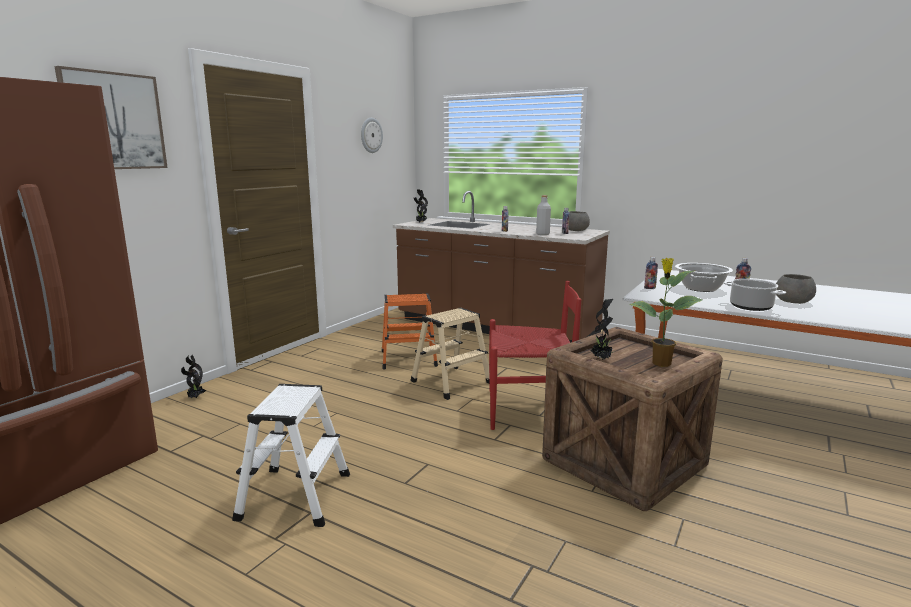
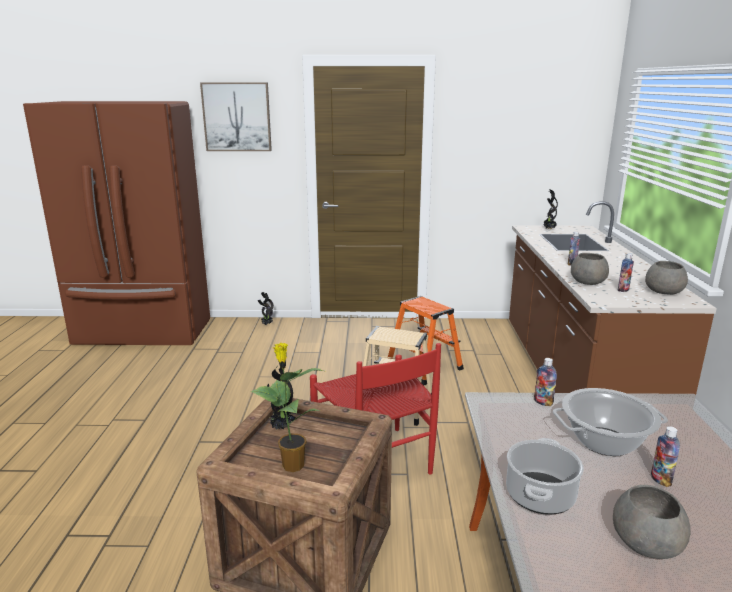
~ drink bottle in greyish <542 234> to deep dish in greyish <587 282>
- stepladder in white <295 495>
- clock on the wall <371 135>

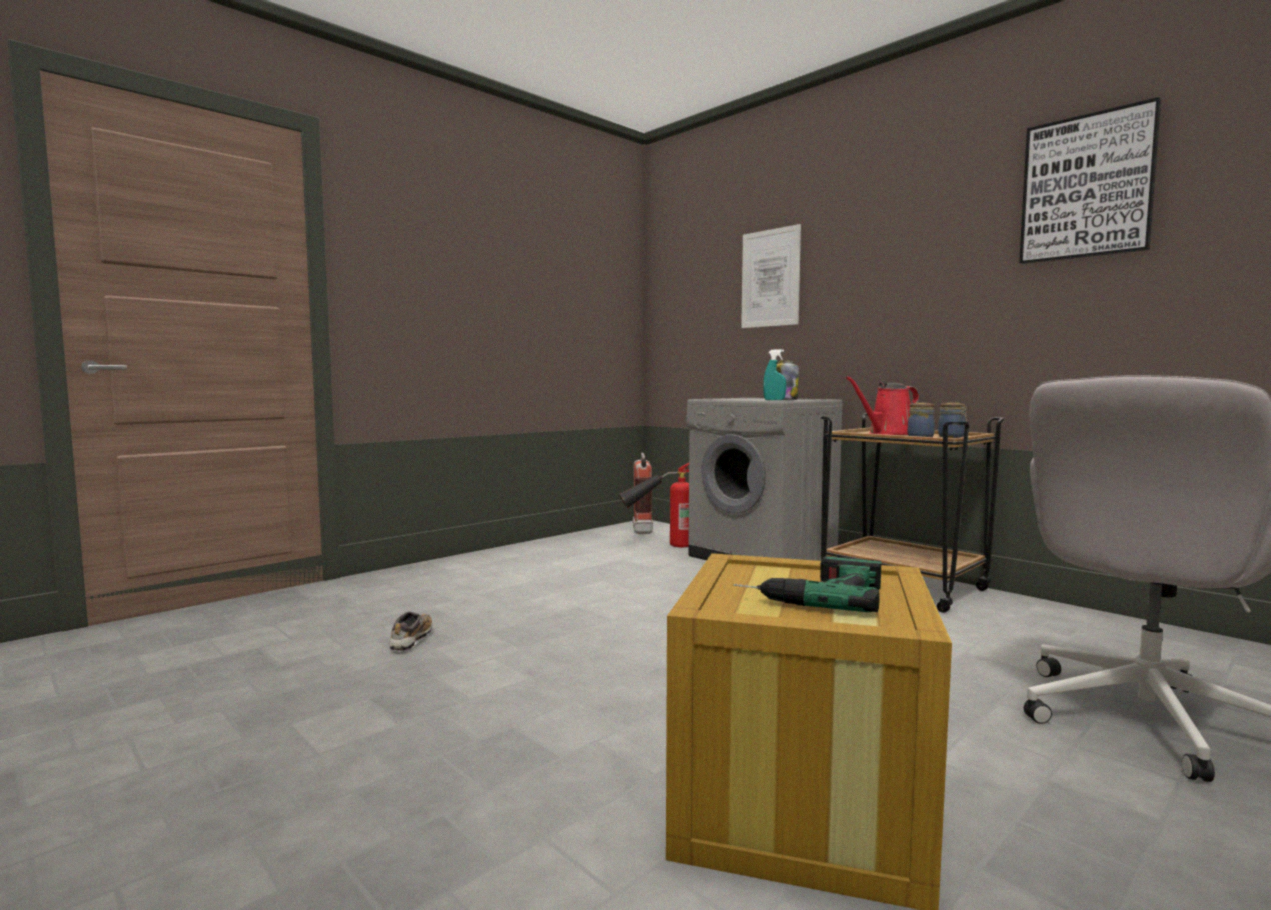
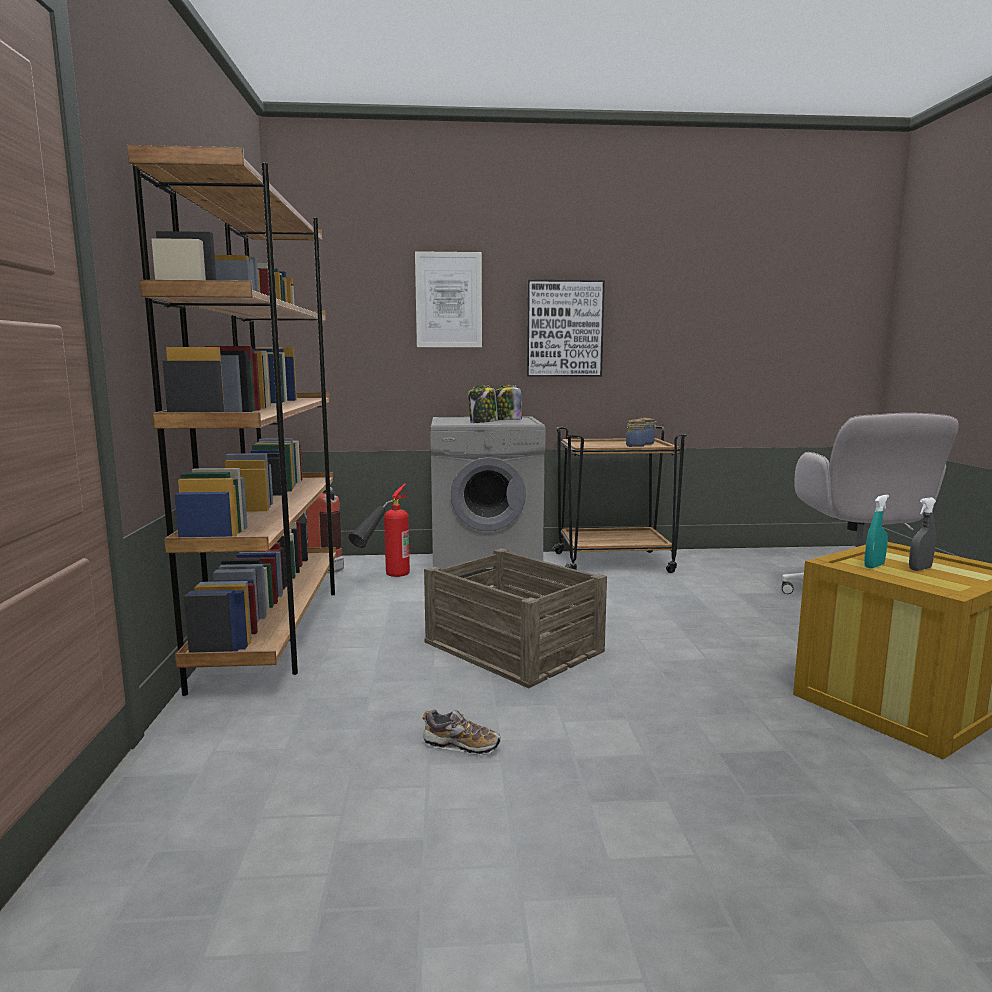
+ bookshelf in brownish <275 629>
~ item of footwear <411 640> = <461 746> 150 degrees clockwise
+ crate <513 646>
+ storage jar <483 422>
~ picture <1087 187> to <564 329>
~ sprayer in blue-green <774 400> to <874 566>
~ electric drill <809 593> to sprayer in greyish <920 569>
- watering can in red <888 434>

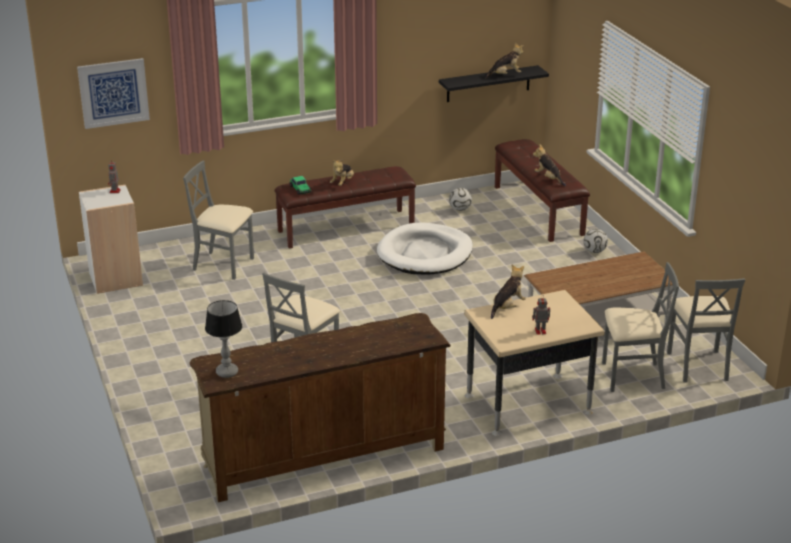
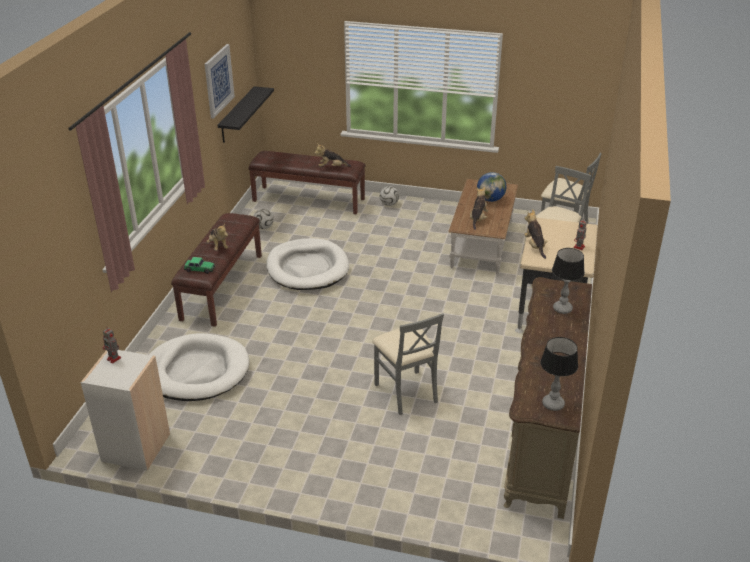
~ upright chair in greyish <224 265> to dog bed in white <196 371>
~ picture <113 93> to <218 80>
~ plush toy <505 75> to <478 219>
+ desk globe <490 199>
+ table lamp <562 308>

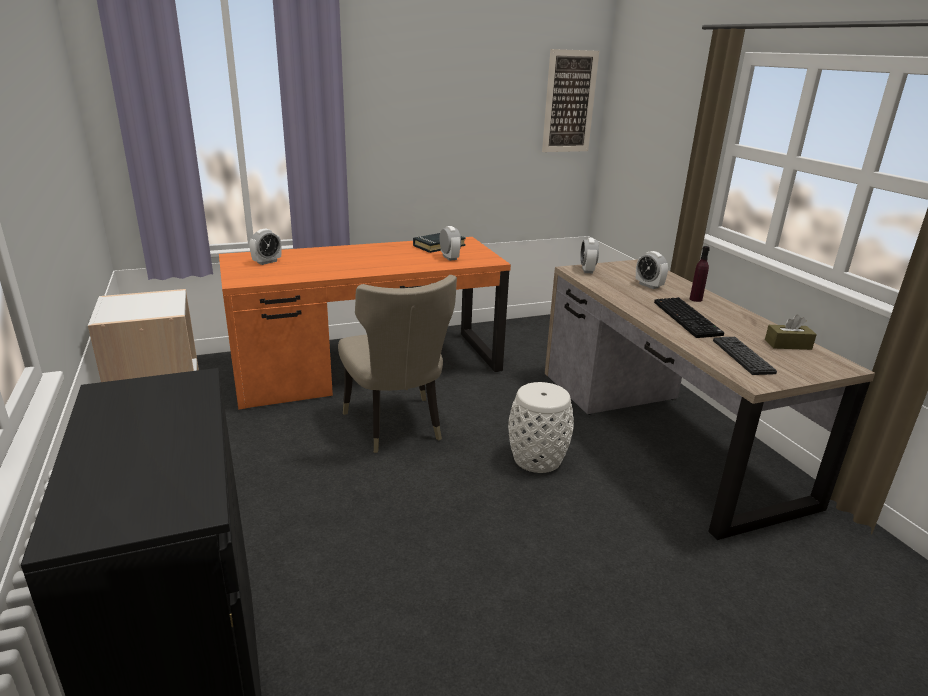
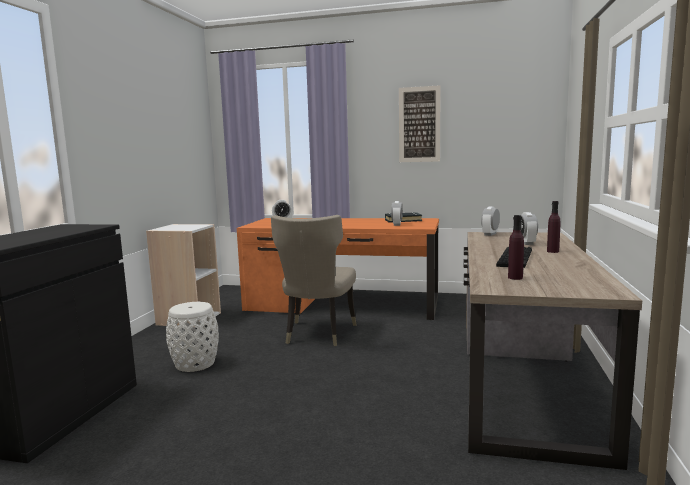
~ stool seat in white <537 459> to <195 364>
~ picture <569 102> to <419 124>
~ computer keyboard <743 356> to drink bottle in purplish <515 277>
- tissue box in brownish <788 344>

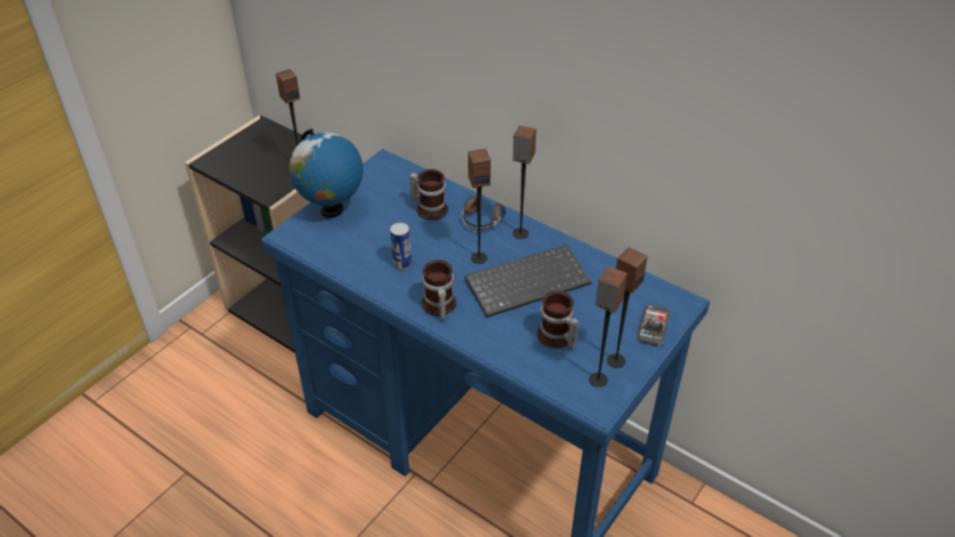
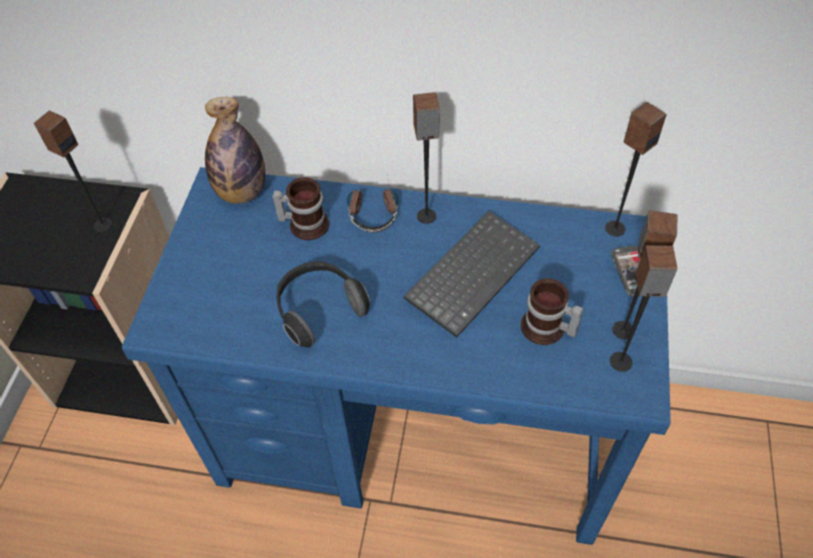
+ drink bottle <242 193>
~ metal can <402 264> to pair of headphones <319 310>
~ loudspeaker <479 258> to <614 228>
- desk globe <331 210>
- coffee mug <438 306>

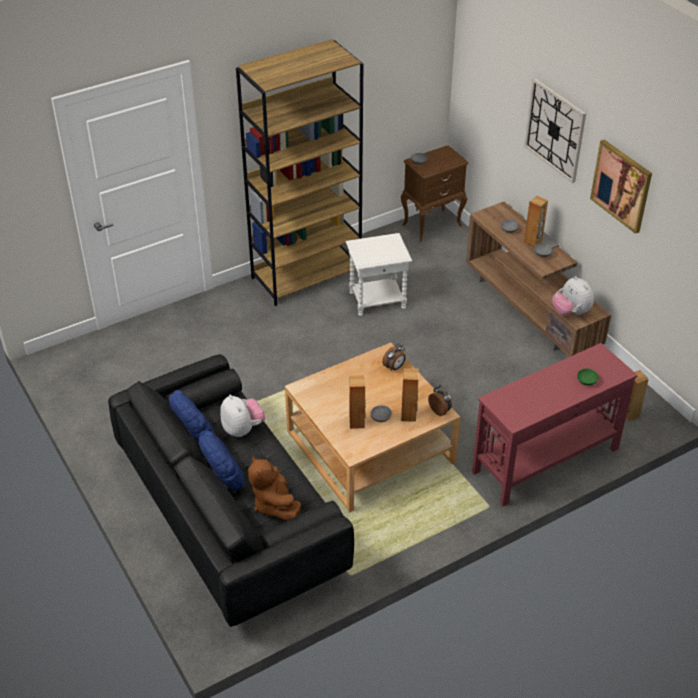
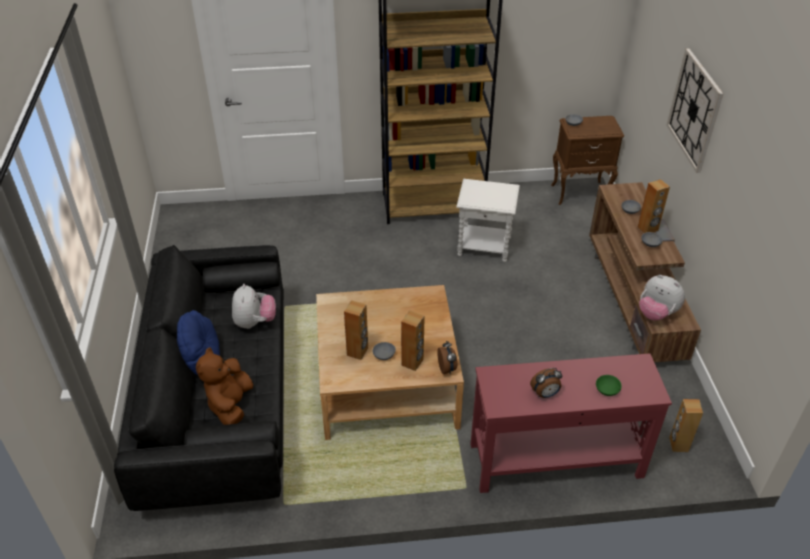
~ table clock <394 367> to <545 394>
~ plush toy <571 312> = <656 313> 45 degrees counterclockwise
- cushion in blue <194 436>
- picture <621 185>

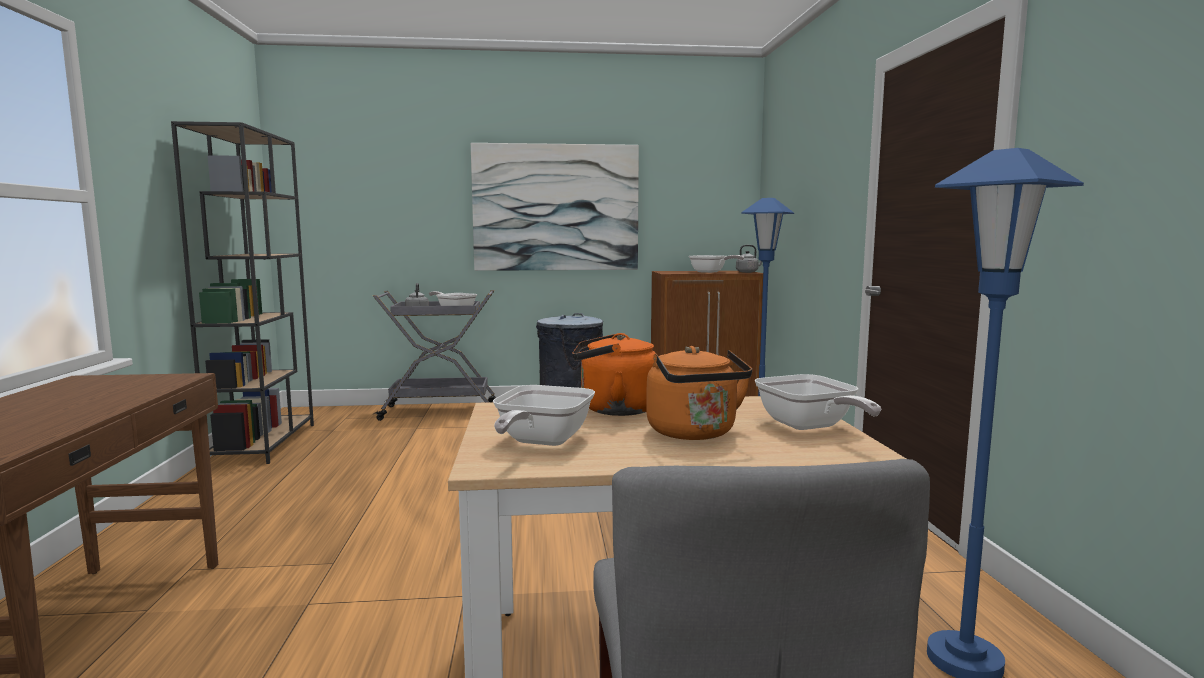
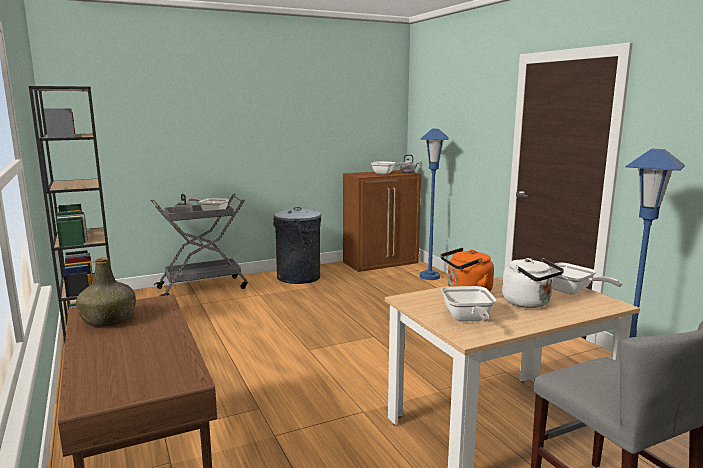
+ drink bottle in green-coloured <109 320>
~ water kettle in orange <694 433> to water kettle in white <529 303>
- picture <556 208>

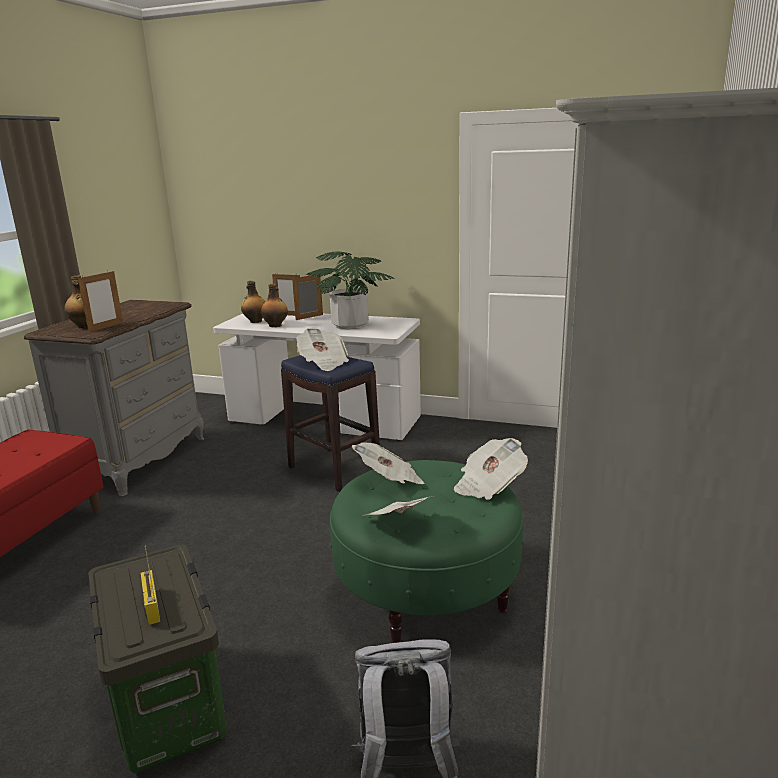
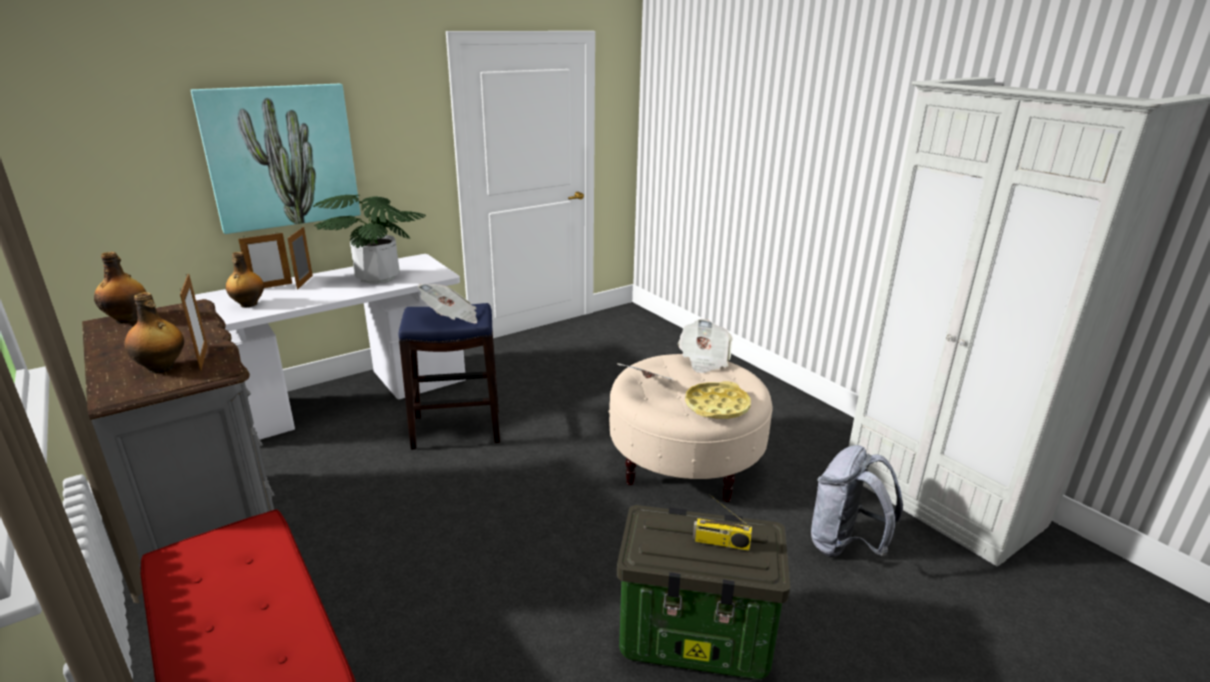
~ drink bottle <275 325> to <128 319>
+ picture <281 157>
~ pouffe in green-coloured <426 590> to pouffe in sand-coloured <684 463>
~ newspaper <399 523> to tray in yellow <717 406>

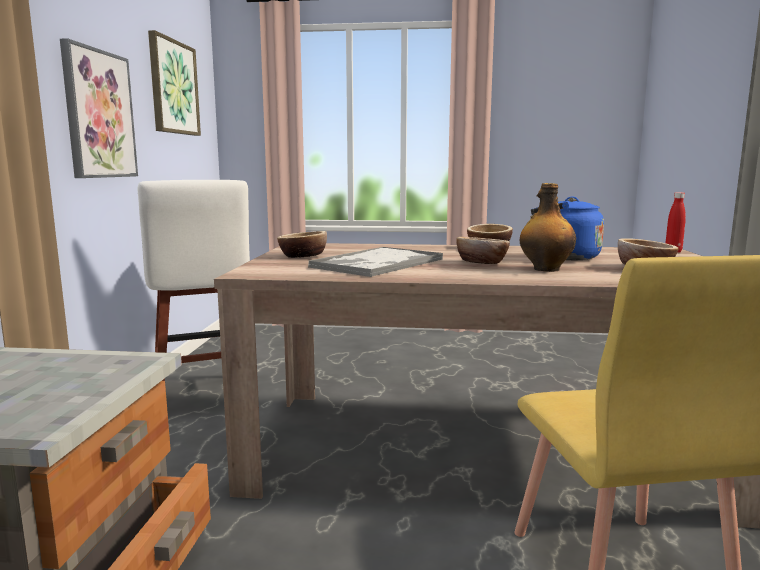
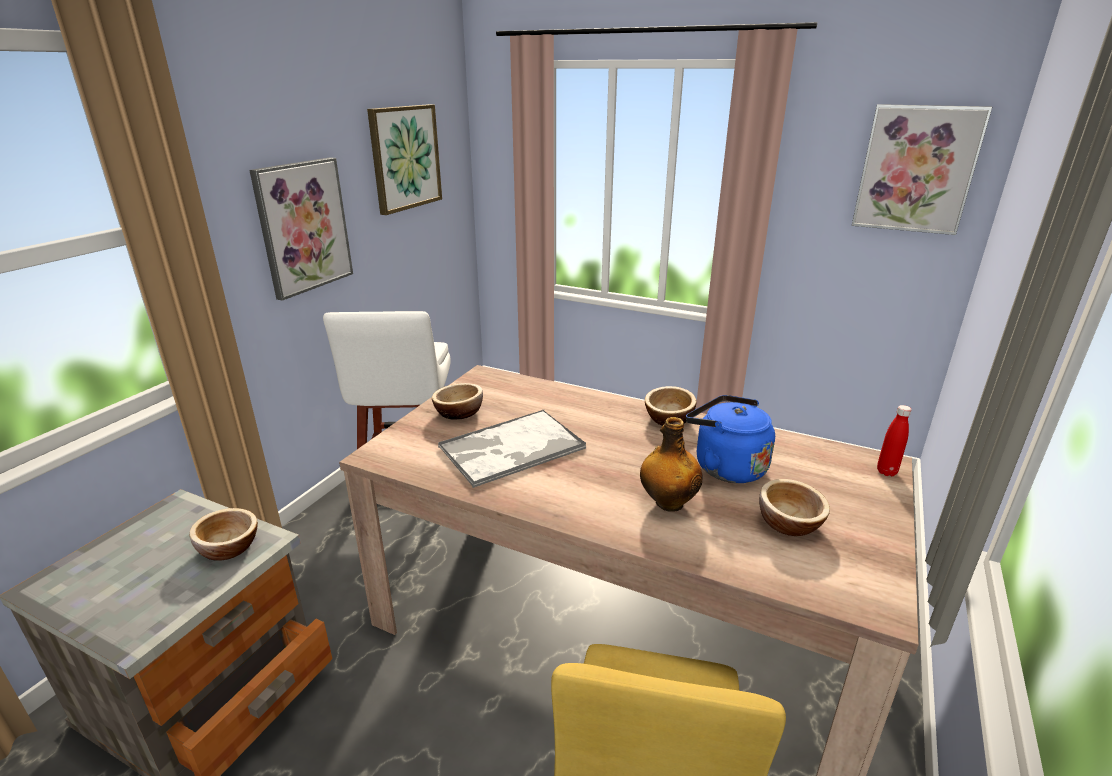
~ deep dish <481 263> to <229 547>
+ picture <916 169>

